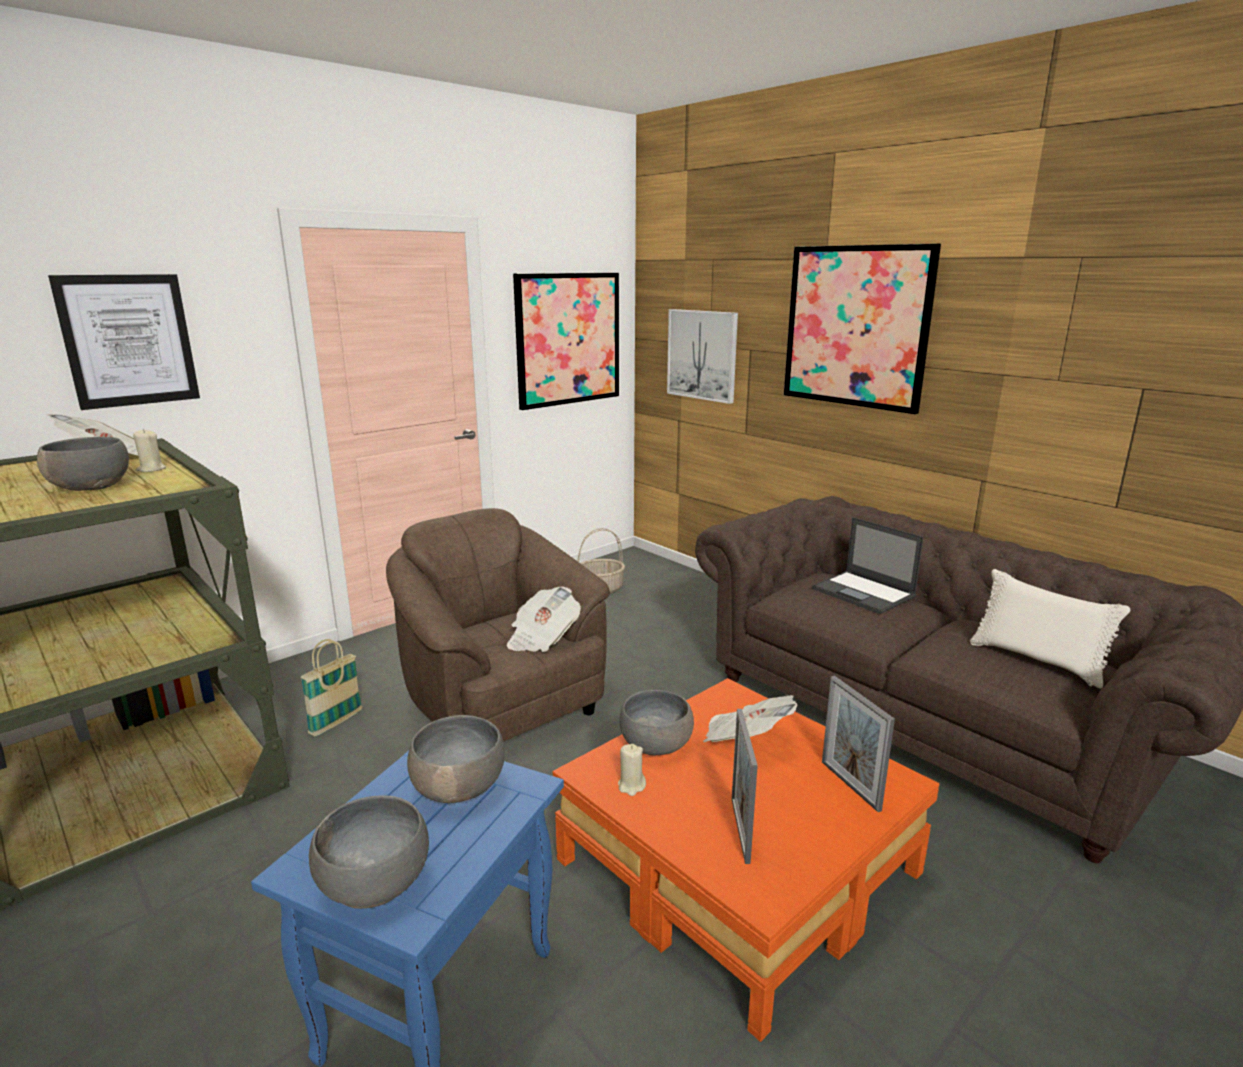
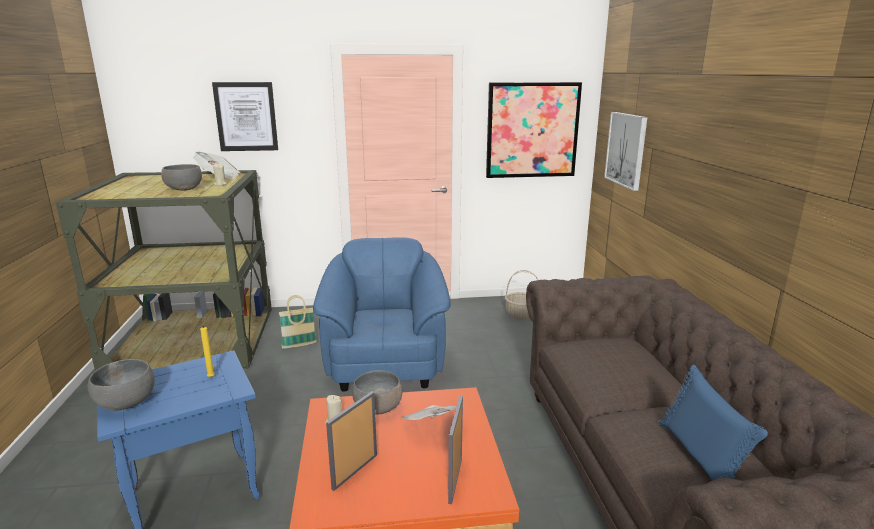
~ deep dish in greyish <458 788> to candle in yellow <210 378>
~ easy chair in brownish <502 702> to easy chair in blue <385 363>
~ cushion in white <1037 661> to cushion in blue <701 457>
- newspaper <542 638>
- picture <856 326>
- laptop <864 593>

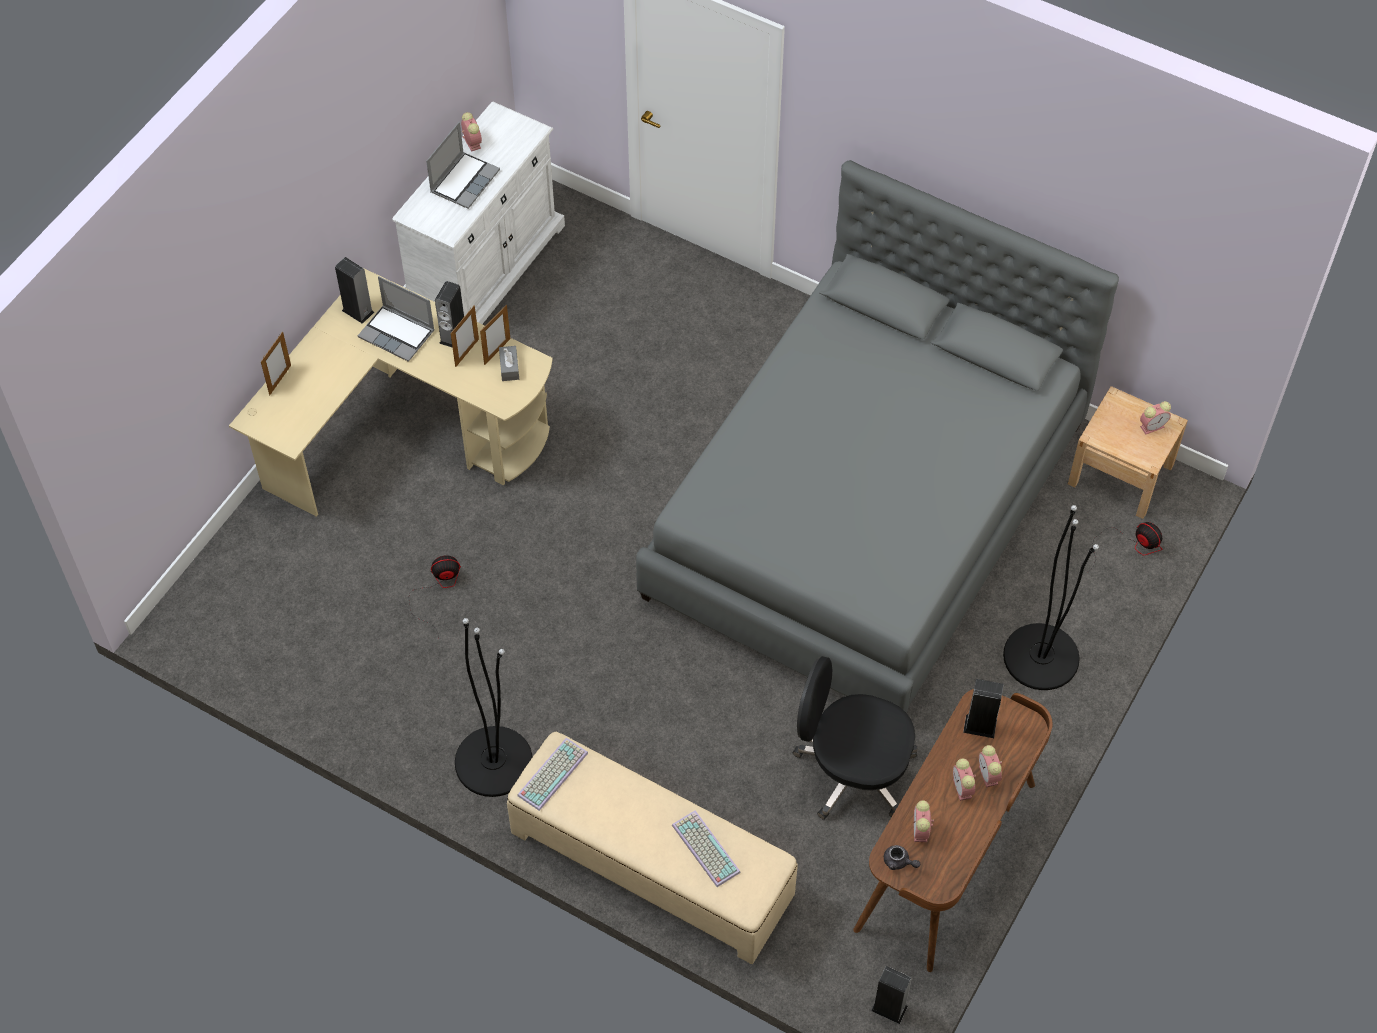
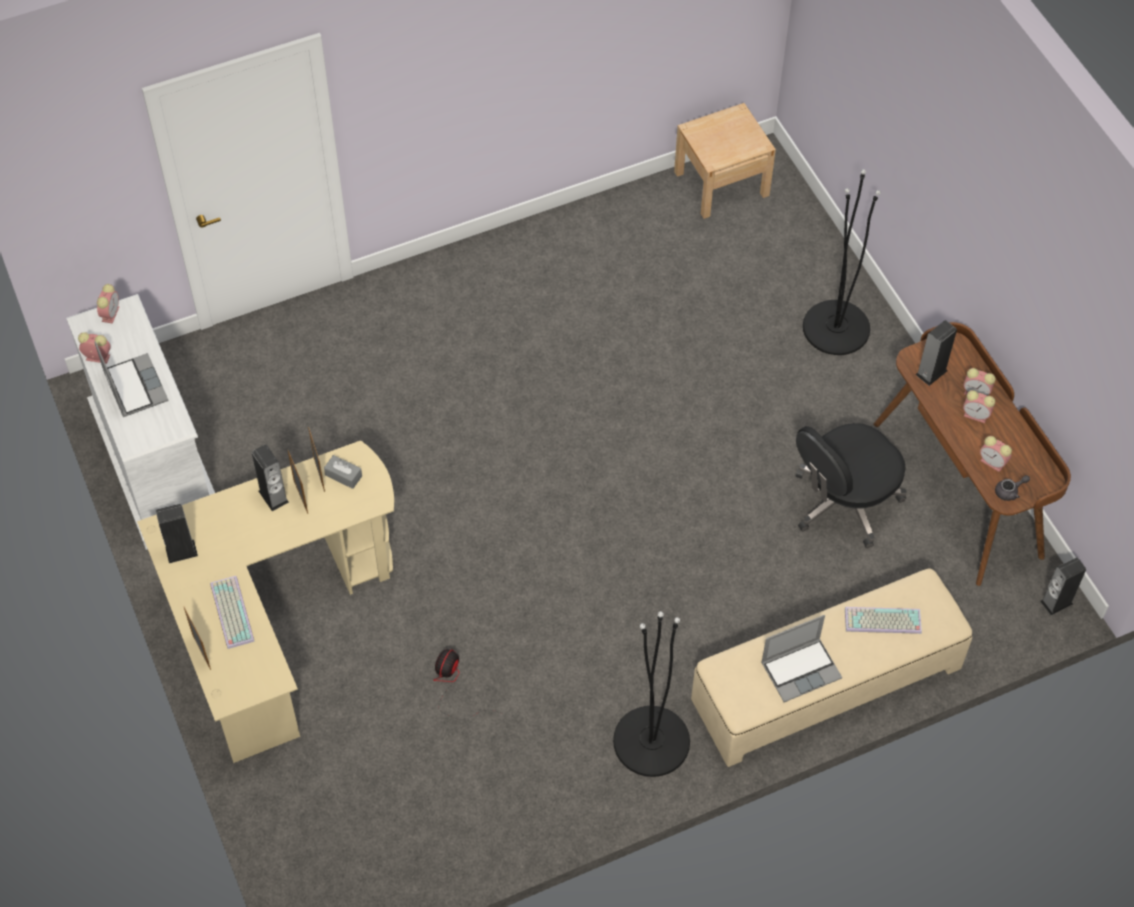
~ table clock <1153 426> to <110 313>
~ computer keyboard <552 772> to <230 612>
~ laptop <398 334> to <801 669>
- bedroom bed in greyish <867 509>
- cooling fan <1130 546>

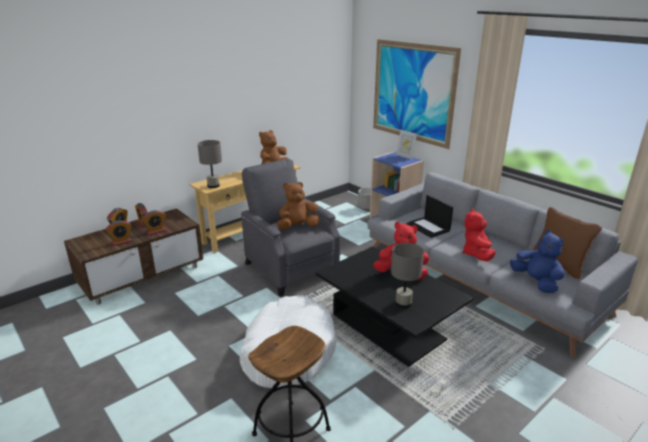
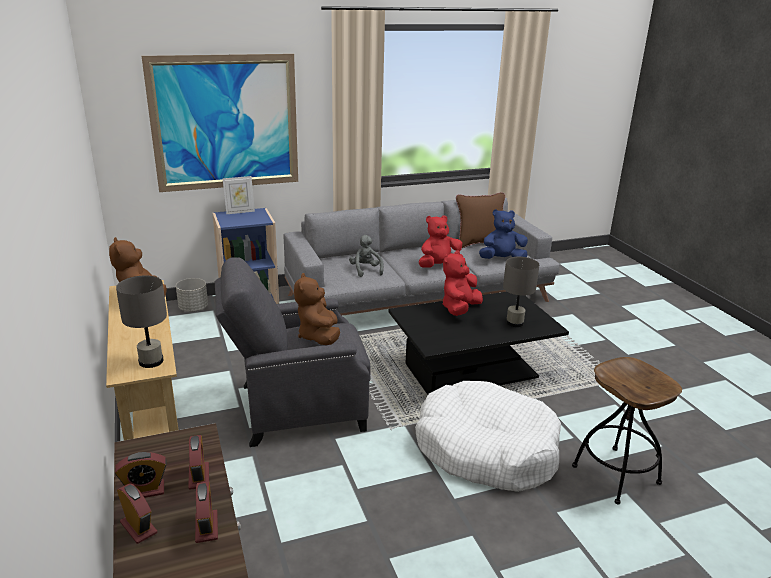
~ laptop <428 227> to plush toy in greyish <365 270>
~ plush toy in red <477 254> = <439 266> 120 degrees clockwise

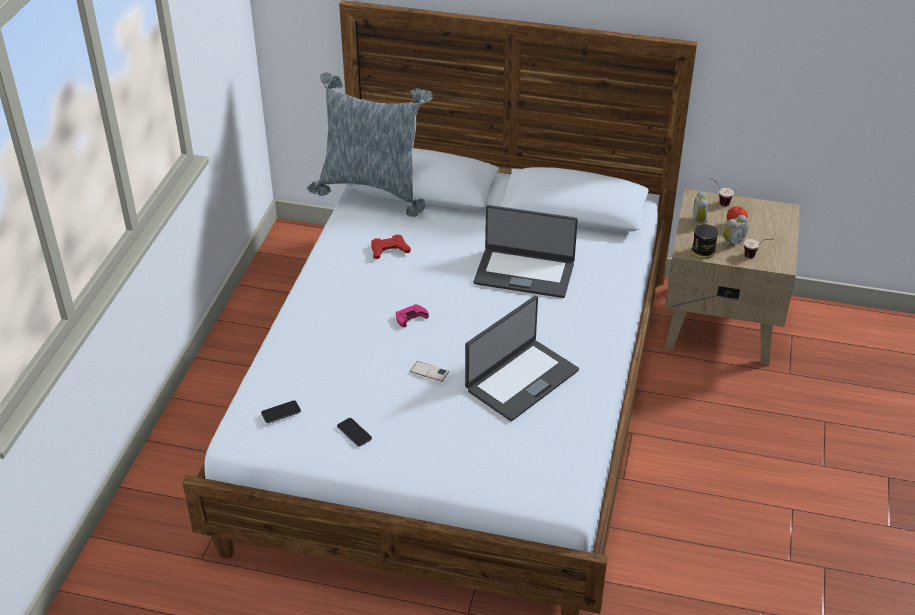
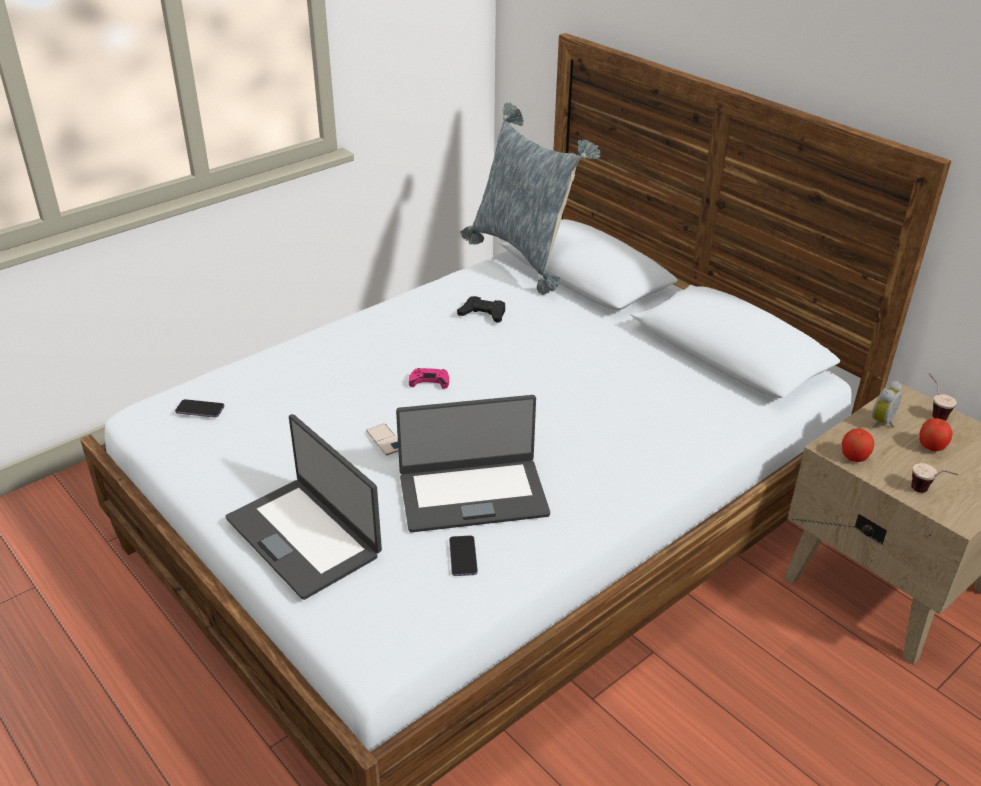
~ laptop <524 272> to <304 536>
~ phone <354 433> to <463 557>
~ game controller in red <389 250> to game controller in black-coloured <483 314>
~ metal can <703 251> to whole apple <854 457>
- table clock <731 242>

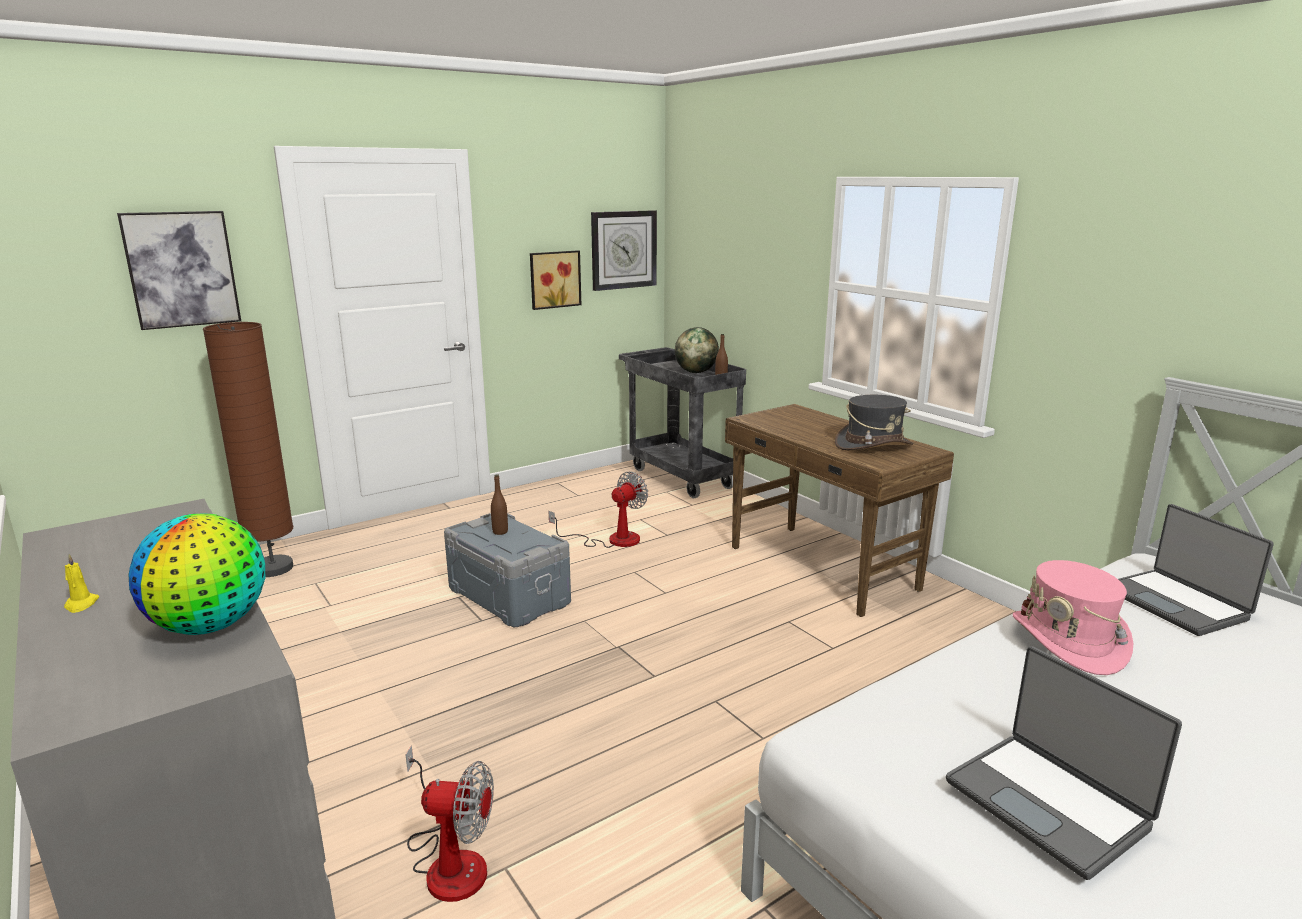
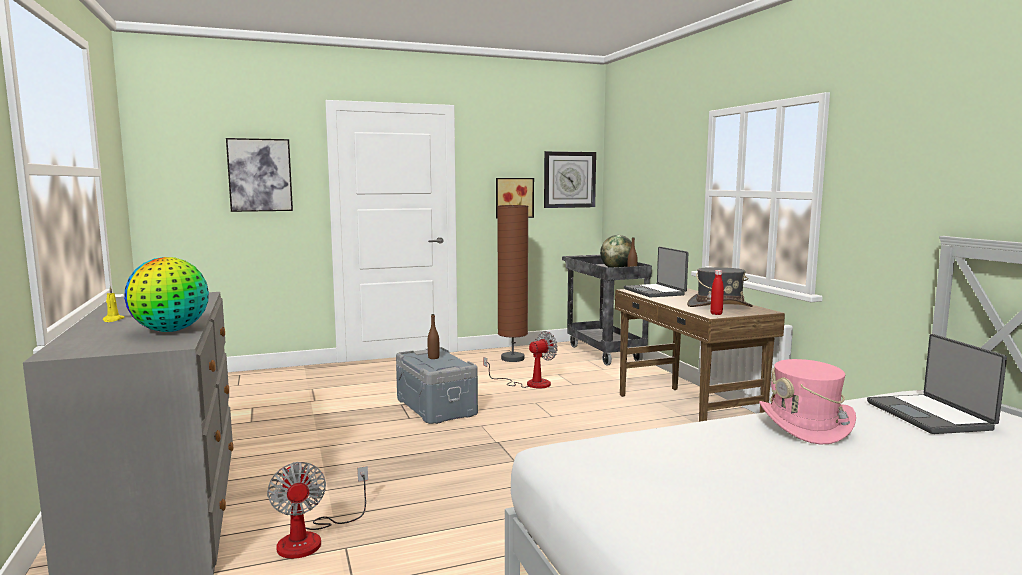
~ cooling fan <450 861> = <312 538> 45 degrees clockwise
~ standard lamp in brownish <273 568> to <512 359>
~ laptop <1048 803> to <655 292>
+ drink bottle in red <716 314>

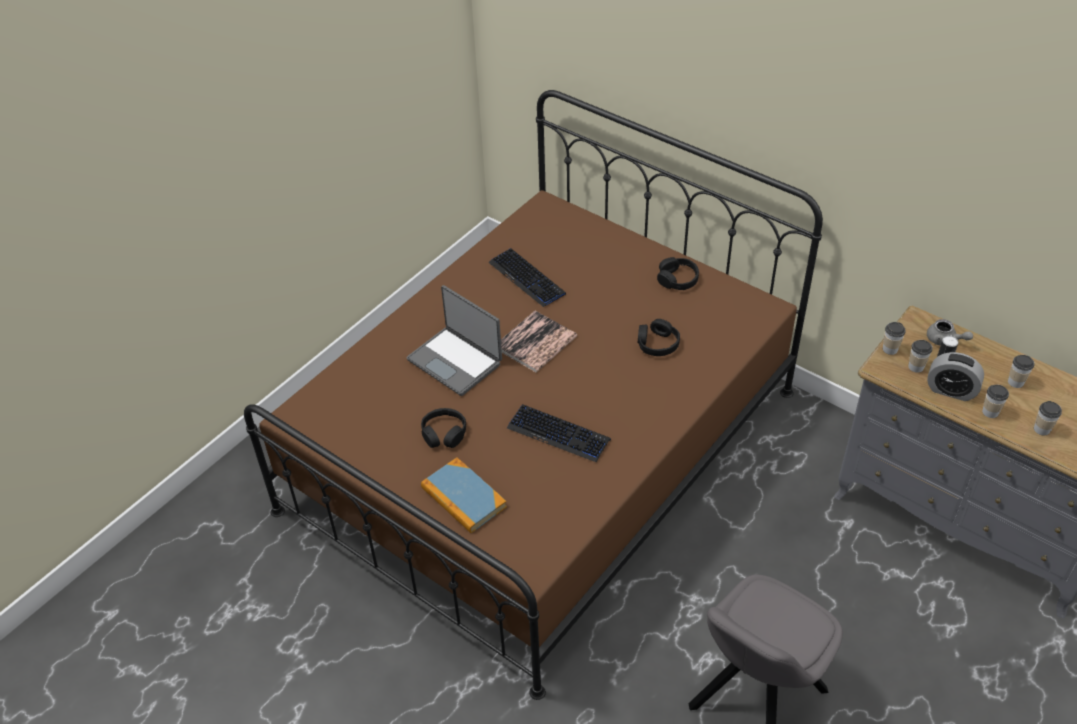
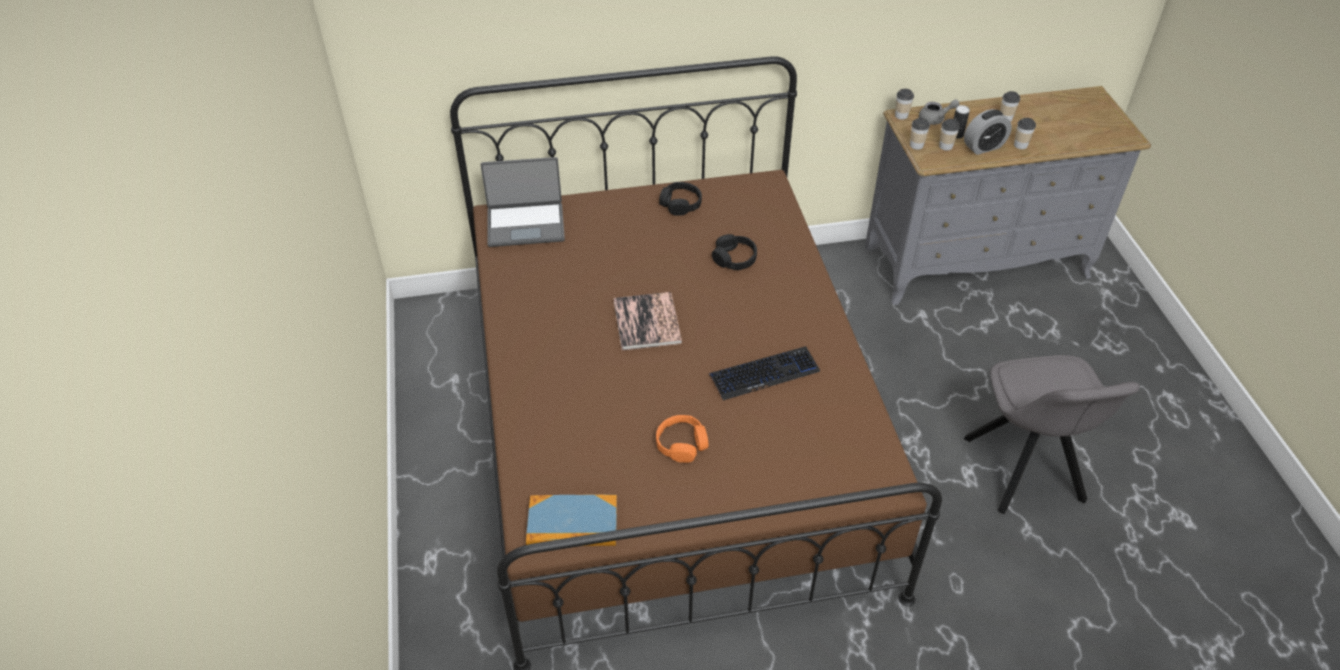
~ laptop <456 361> to <526 224>
~ book <463 497> to <572 524>
~ pair of headphones in black-coloured <444 433> to pair of headphones in orange <681 444>
~ cup <1042 429> to <901 115>
- computer keyboard <527 278>

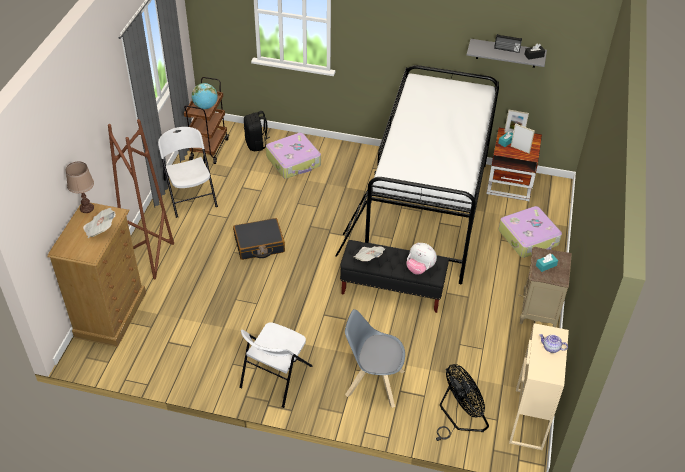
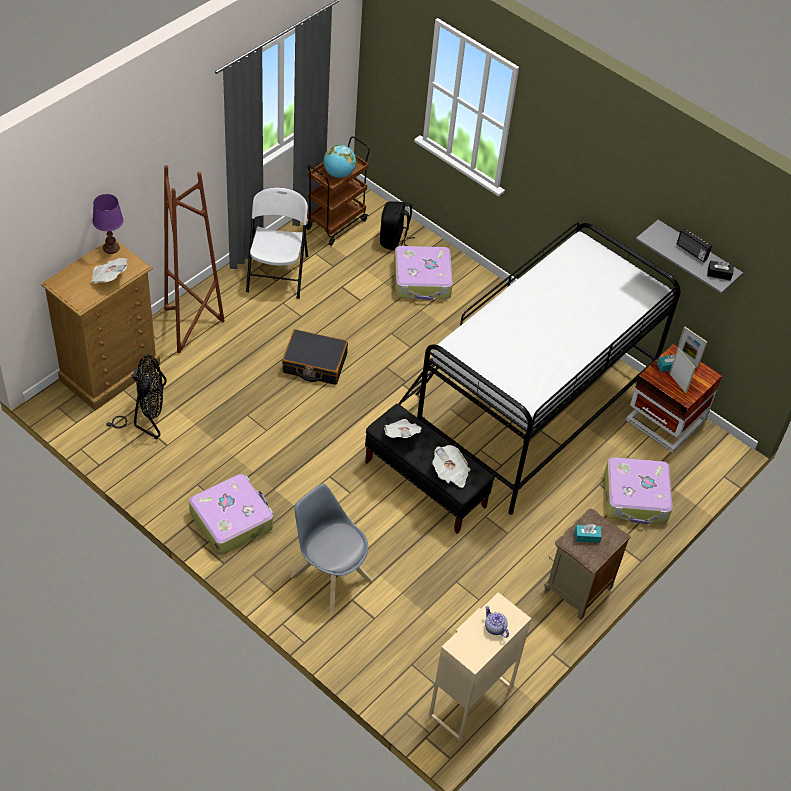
~ table lamp in brownish <87 208> to table lamp in purplish <111 248>
~ cooling fan in black-coloured <456 416> to <145 414>
~ upright chair in white <275 376> to piece of luggage <232 520>
~ plush toy <419 268> to newspaper <450 473>

